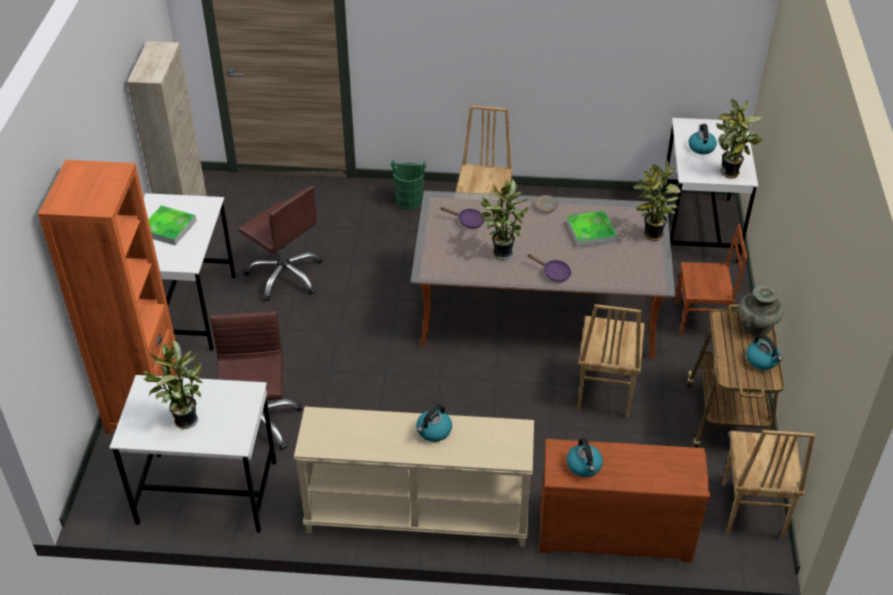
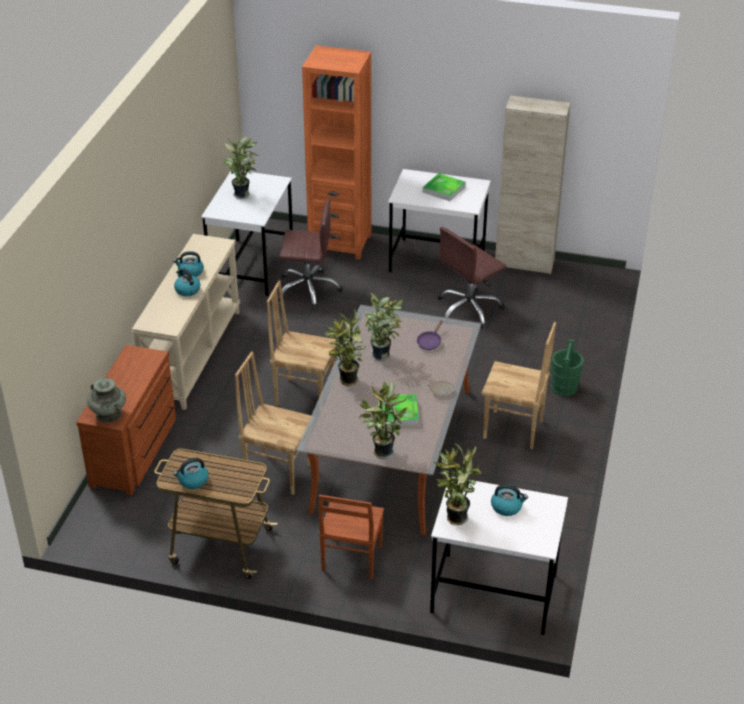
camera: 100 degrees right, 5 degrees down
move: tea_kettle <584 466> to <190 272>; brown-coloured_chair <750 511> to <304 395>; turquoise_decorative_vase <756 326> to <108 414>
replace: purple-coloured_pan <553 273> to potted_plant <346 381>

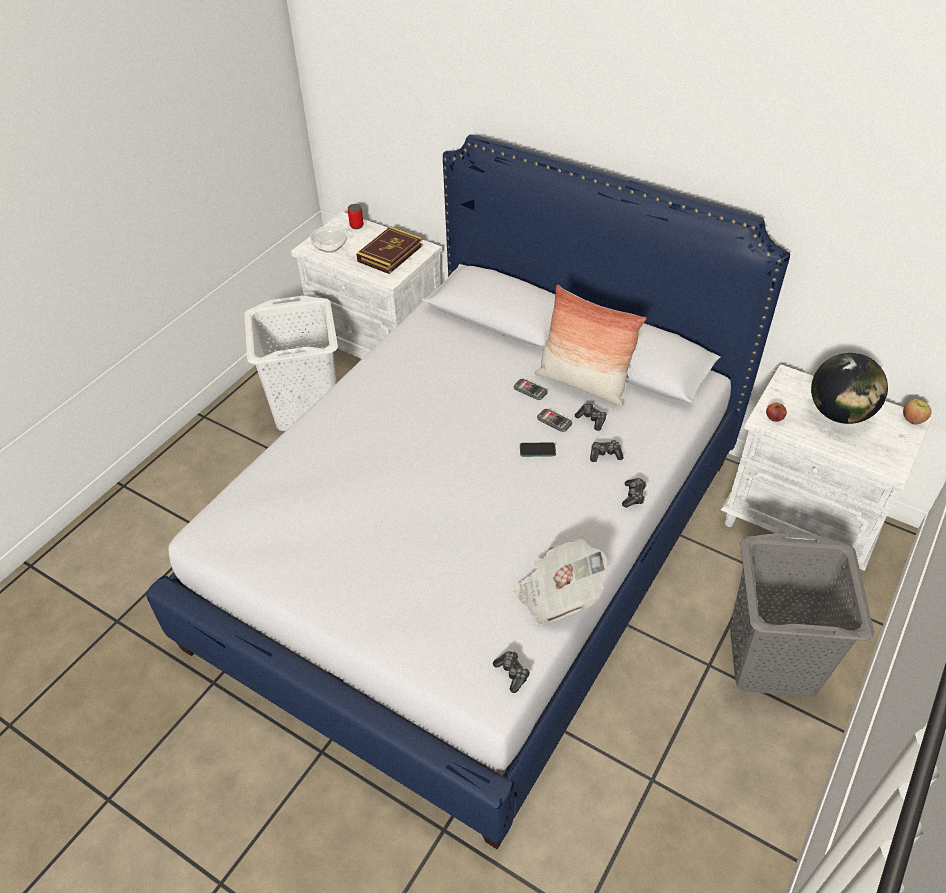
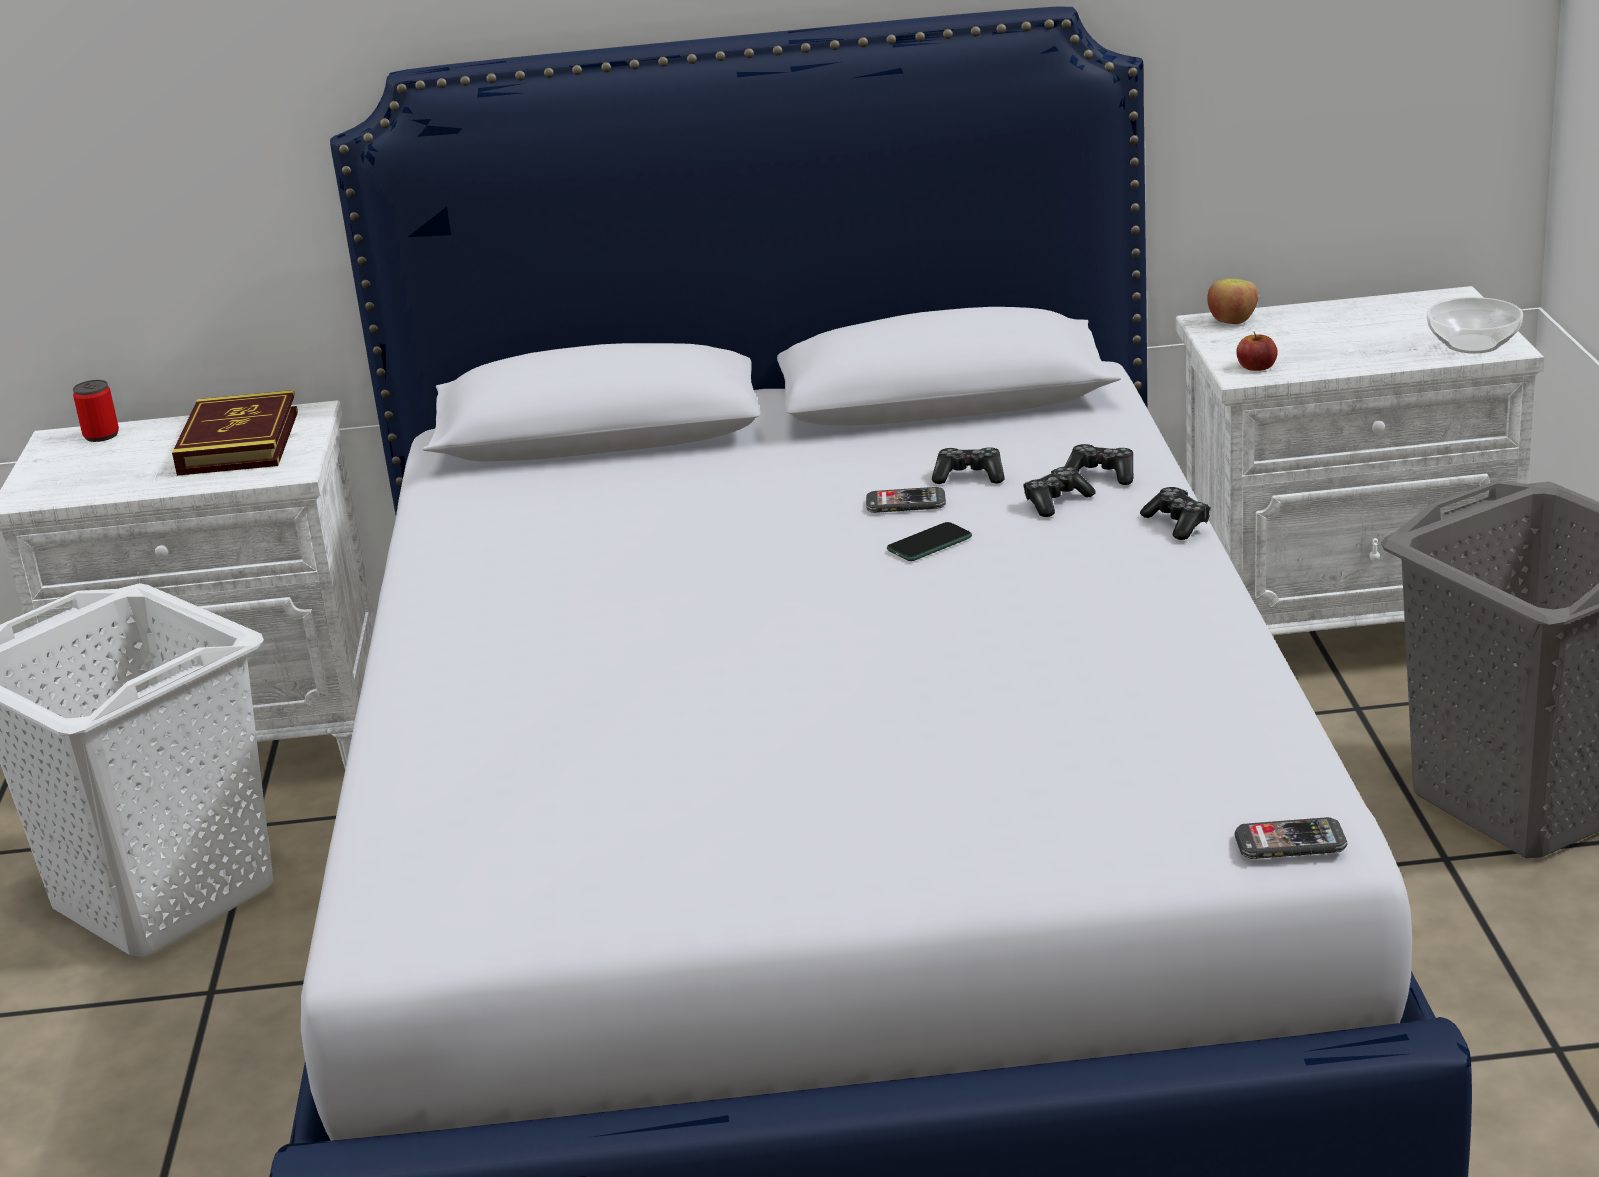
camera: 35 degrees left, 20 degrees down
delete: daily_paper <558 594>; pillow <583 383>; world_globe <839 413>
move: bowl <329 247> to <1472 345>; game_controller <512 673> to <1101 475>; telephone <530 390> to <1290 842>; apple <913 419> to <1232 321>

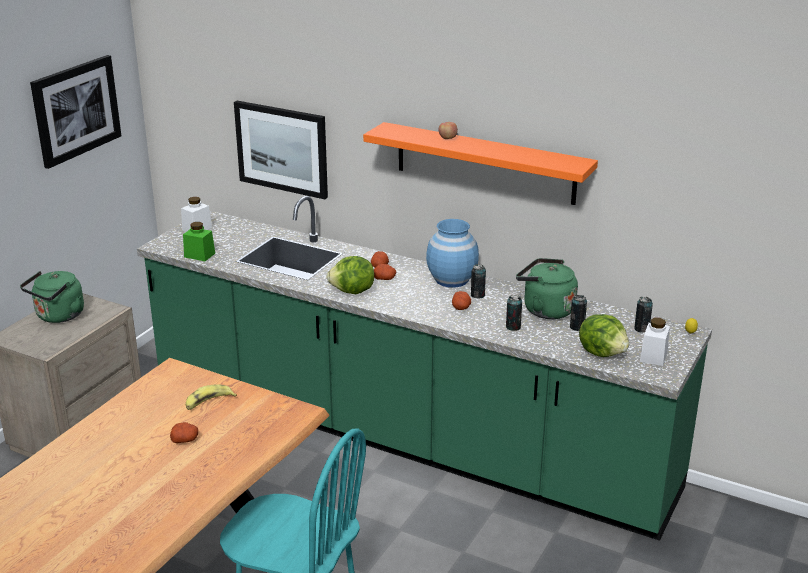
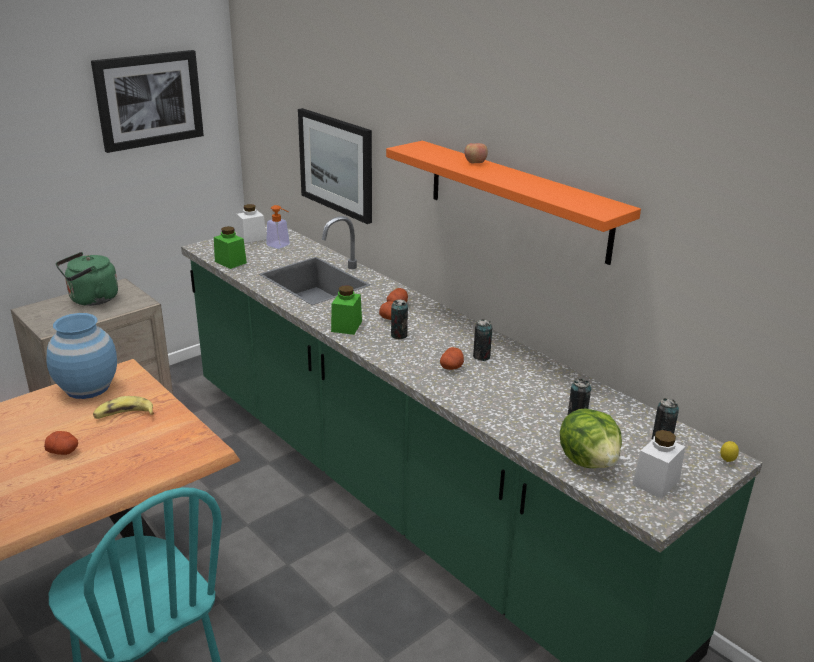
camera: 20 degrees right, 0 degrees up
delete: green_tea_kettle <545 310>
insert: soap_bottle <281 246>
move: blue_decorative_vase <451 279> to <87 387>; metal_can <513 327> to <399 335>
replace: lettuce <352 292> to green_preserve_jar <346 326>

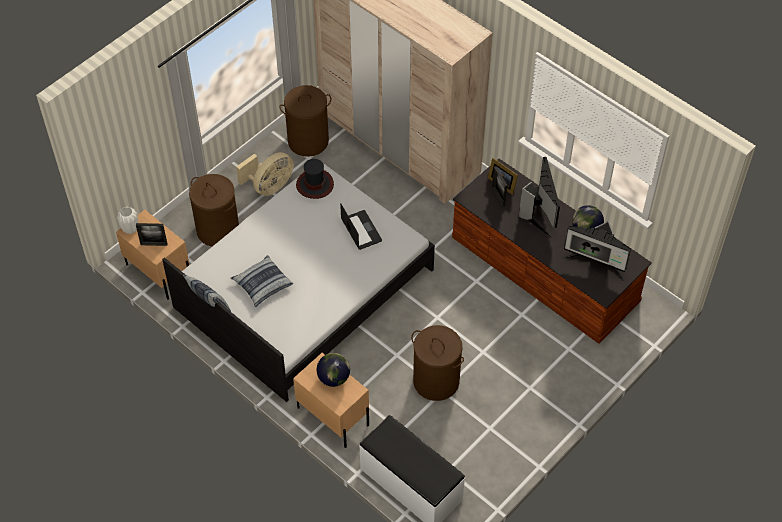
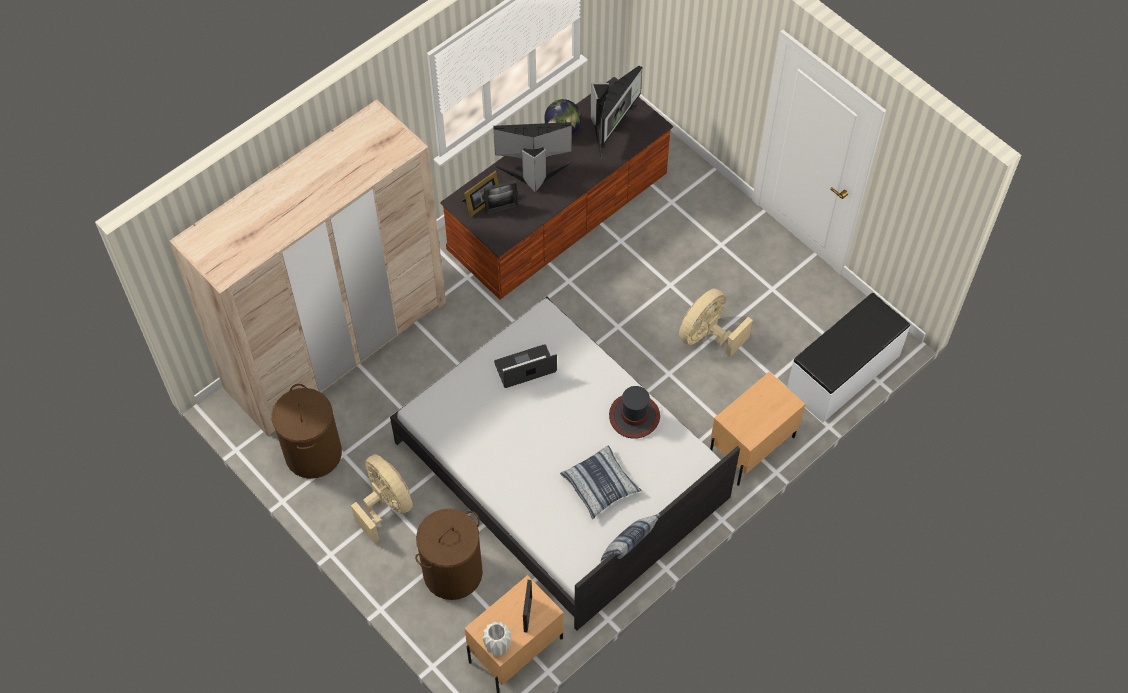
camera: 85 degrees left, 5 degrees up
delete: world_globe <334 378>
move: hat <314 184> to <634 416>
replace: brown-coloured_washing_basket <436 381> to beige_electric_fan <708 336>

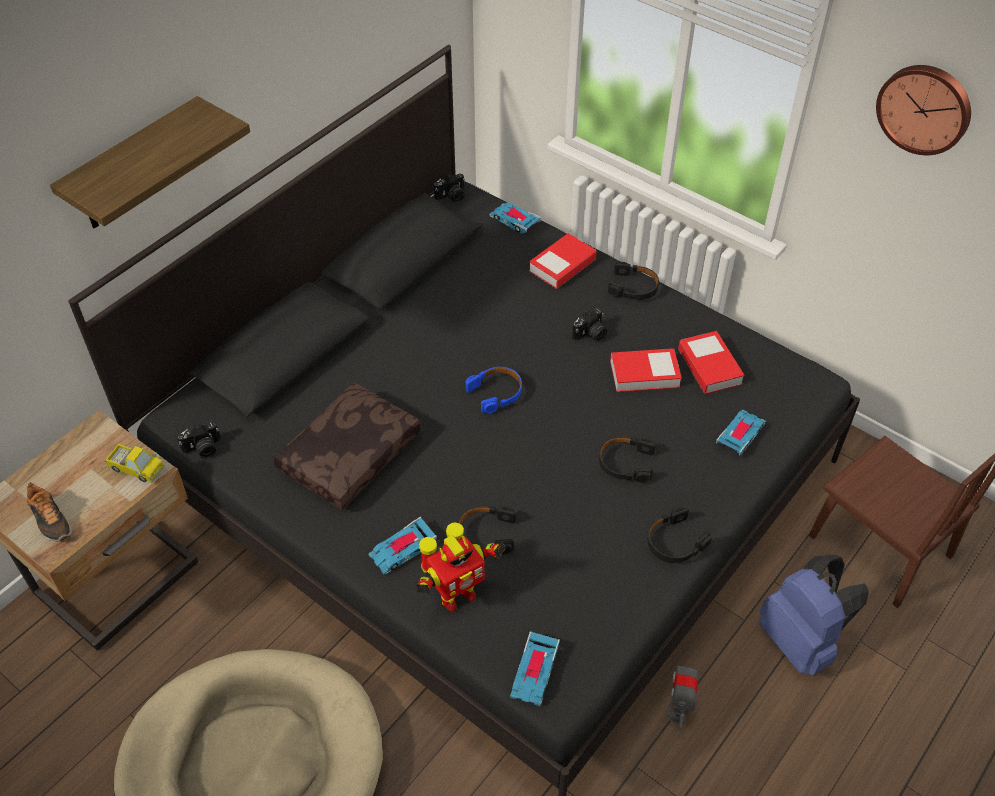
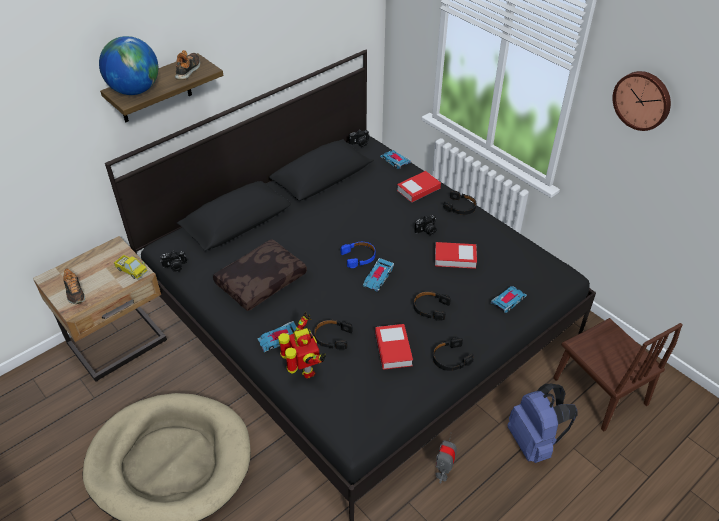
camera: 10 degrees right, 5 degrees down
insert: world_globe <135 91>; item_of_footwear <188 70>
move: model_car <534 672> to <378 277>; book <709 366> to <393 349>
rotate: model_robot <455 596> = <304 370> 90 degrees counterclockwise

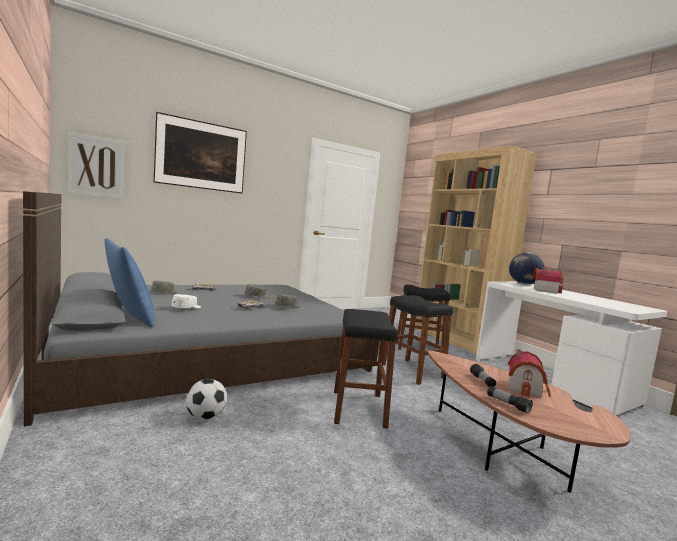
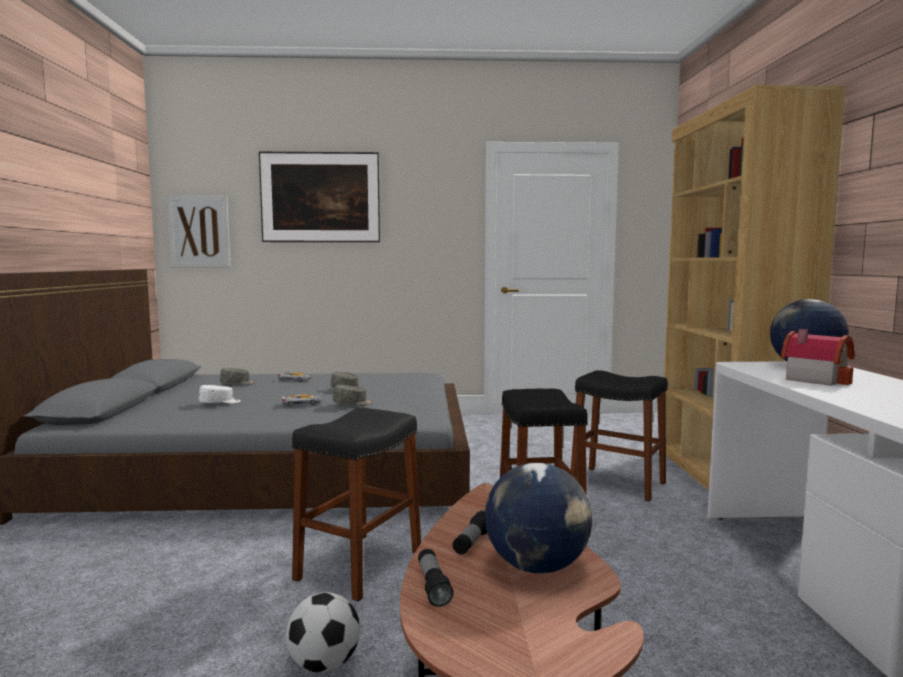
camera: 30 degrees right, 0 degrees up
delete: blue_pillow <128 317>
move: ball_for_football <205 417> to <324 665>
replace: miniature_house <526 388> to world_globe <538 567>

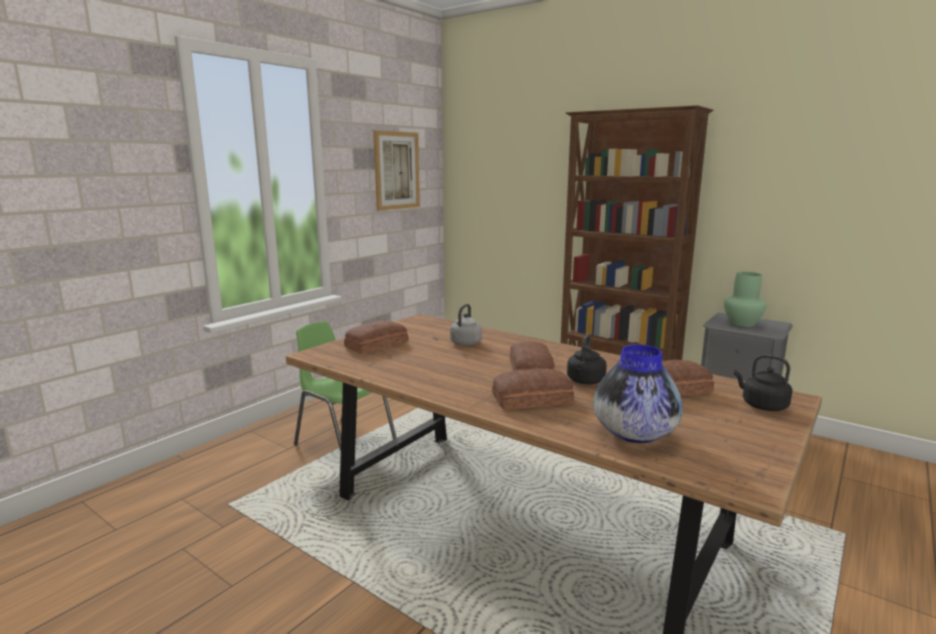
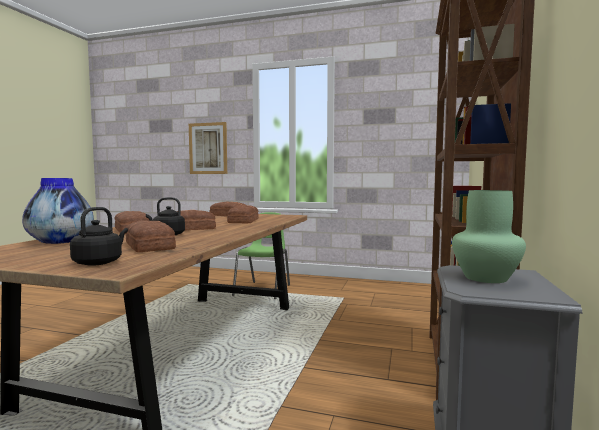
camera: 70 degrees right, 10 degrees down
move: wall_art <397 170> to <208 148>
replace: grey_tea_kettle <465 343> to bread <242 221>

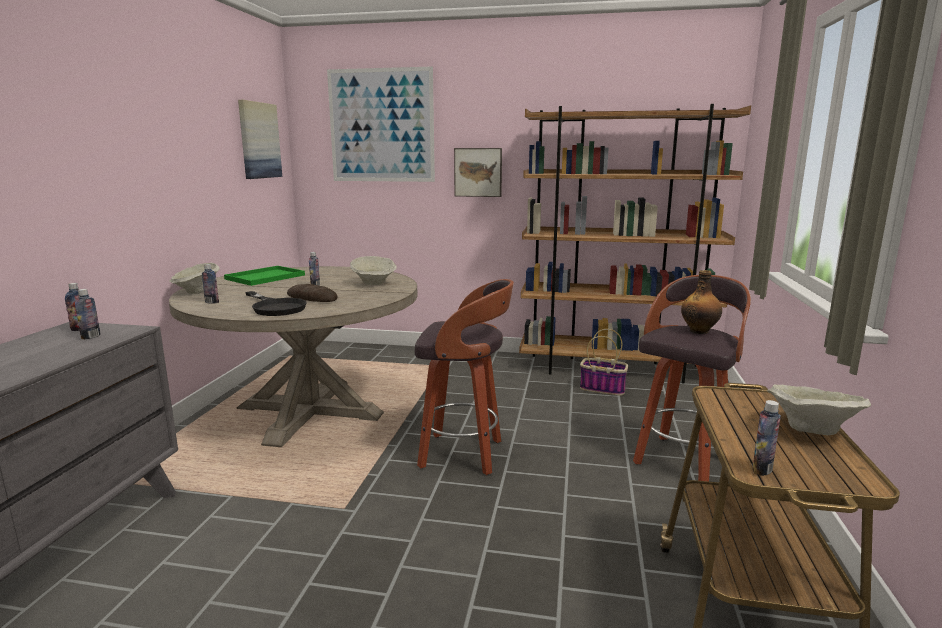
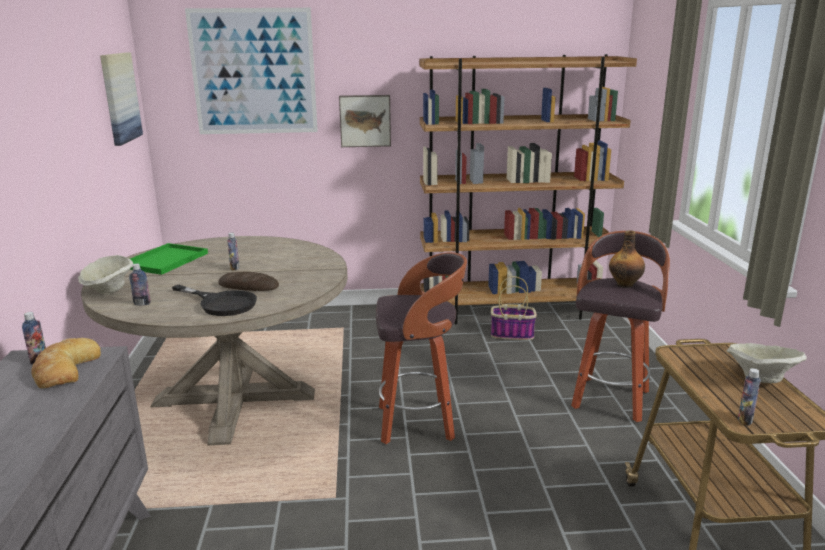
camera: 15 degrees left, 5 degrees up
delete: beige_bowl <374 283>
replace: beverage_bottle <91 337> to bread <64 369>

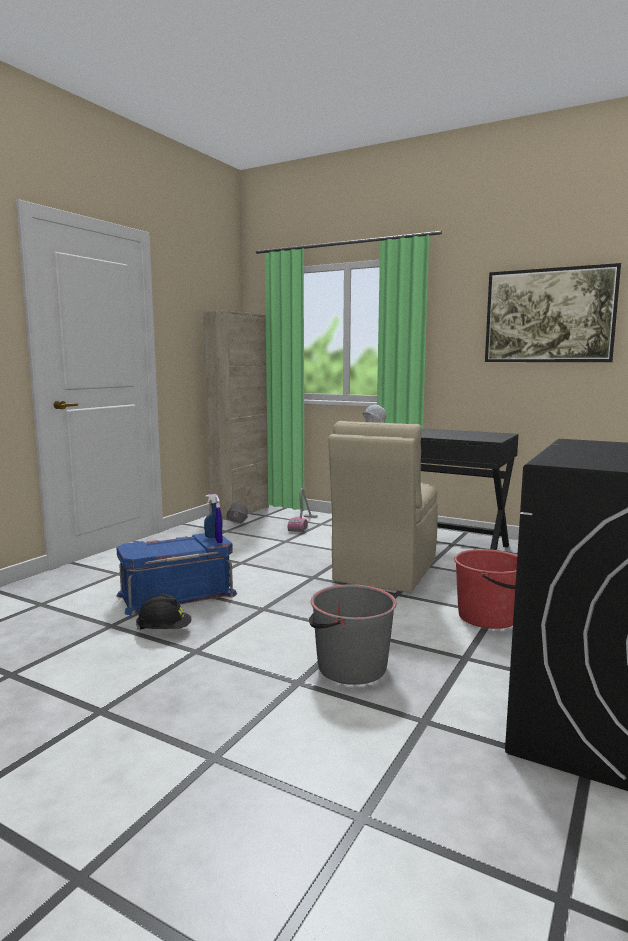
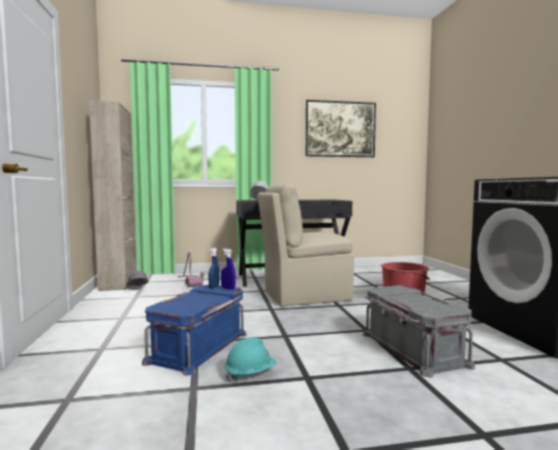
camera: 40 degrees left, 5 degrees down
replace: grey_water_bucket <350 667> to grey_storage_bin <411 349>
recolor: black-coloured_safety_helmet <164 630> to turquoise_safety_helmet <250 374>
rotate: beige_chair <384 572> = <304 296> 90 degrees clockwise

